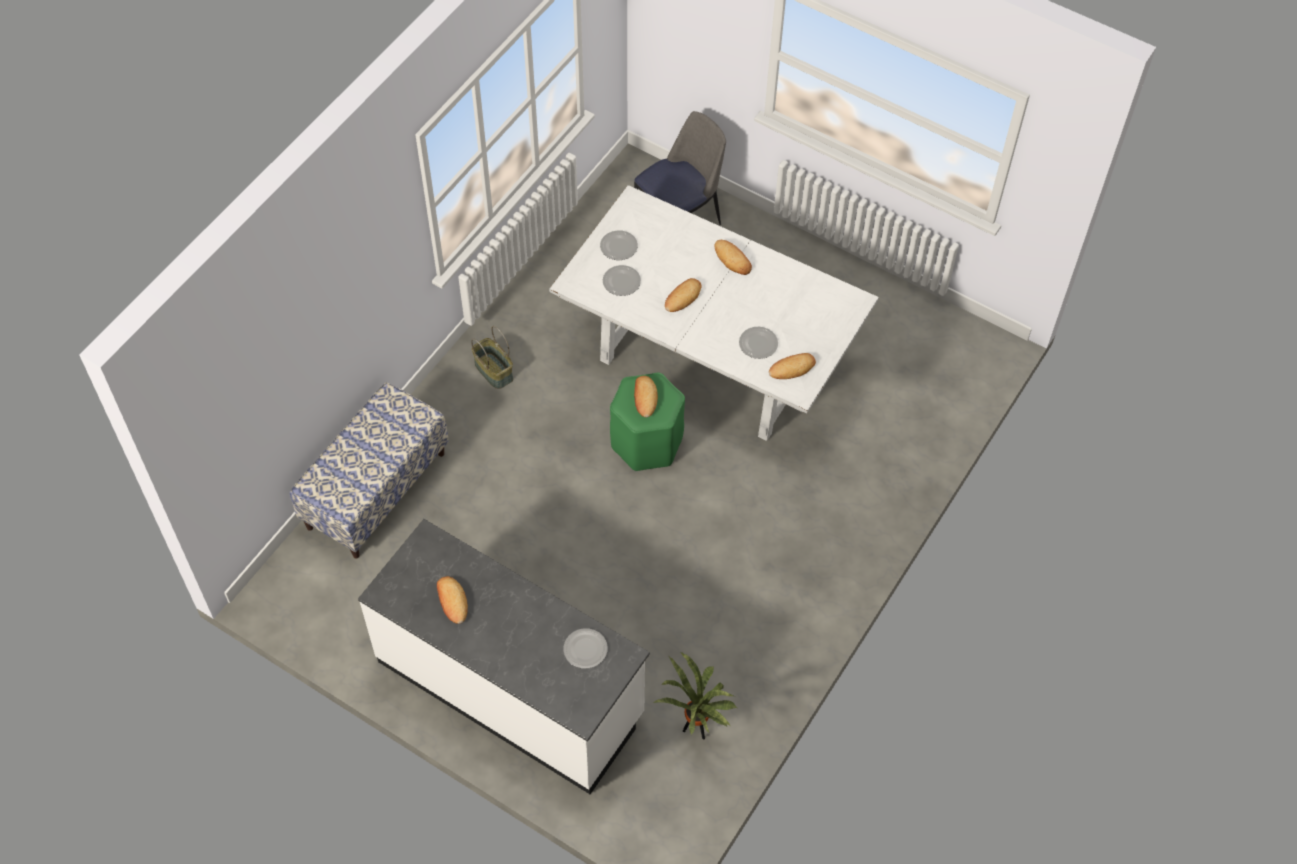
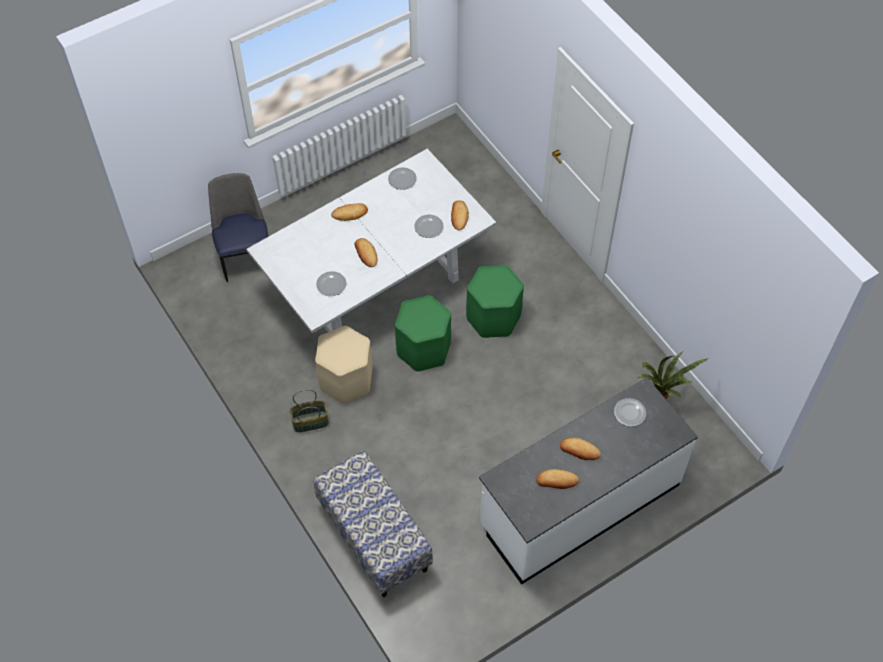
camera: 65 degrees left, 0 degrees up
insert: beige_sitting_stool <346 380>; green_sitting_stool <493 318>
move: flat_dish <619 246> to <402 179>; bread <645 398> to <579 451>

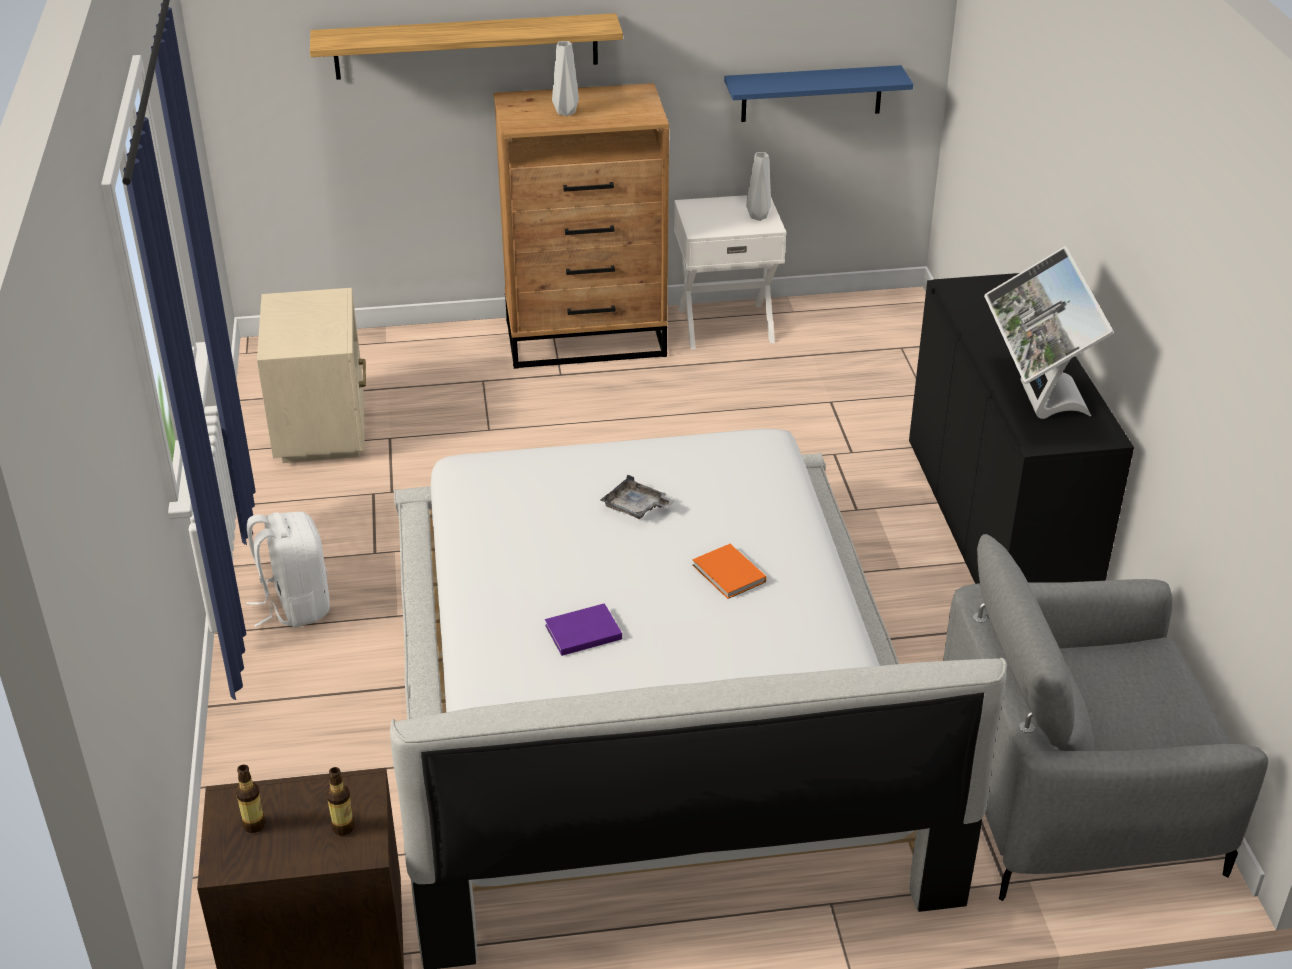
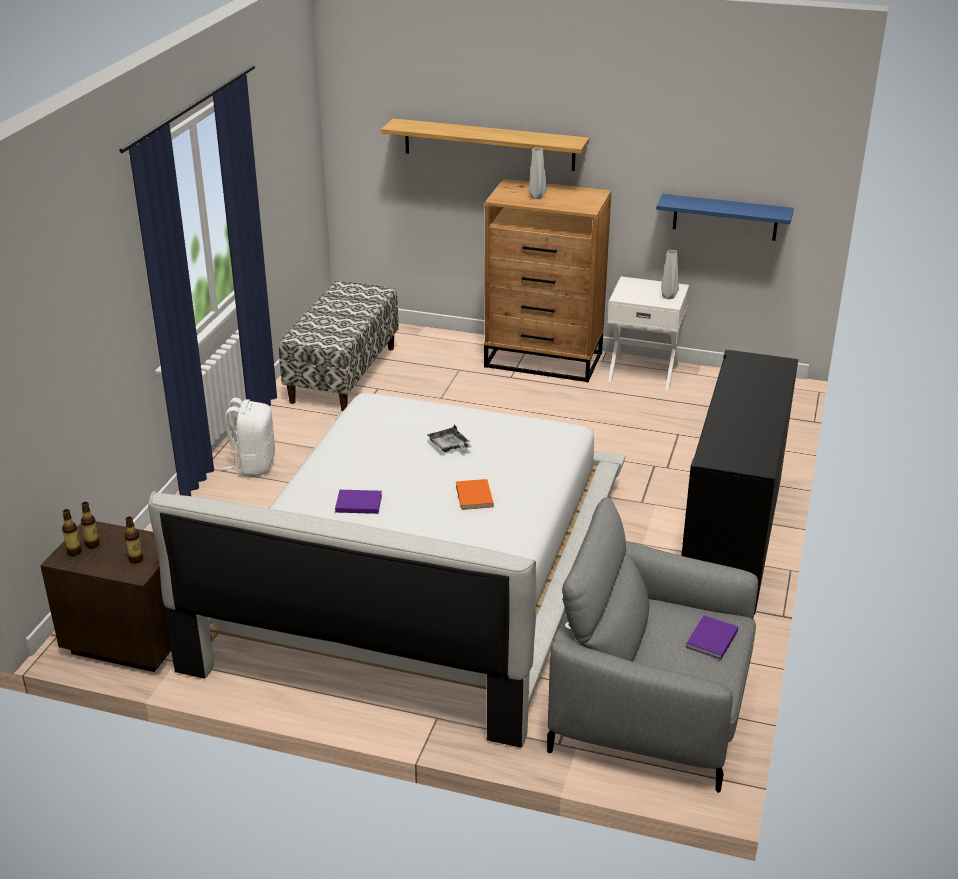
camera: 25 degrees right, 5 degrees down
delete: computer_screen <1035 401>
insert: beverage_bottle <74 552>; purple-coloured_book <710 640>
replace: beige_nightstand <323 429> to long_seat <343 374>

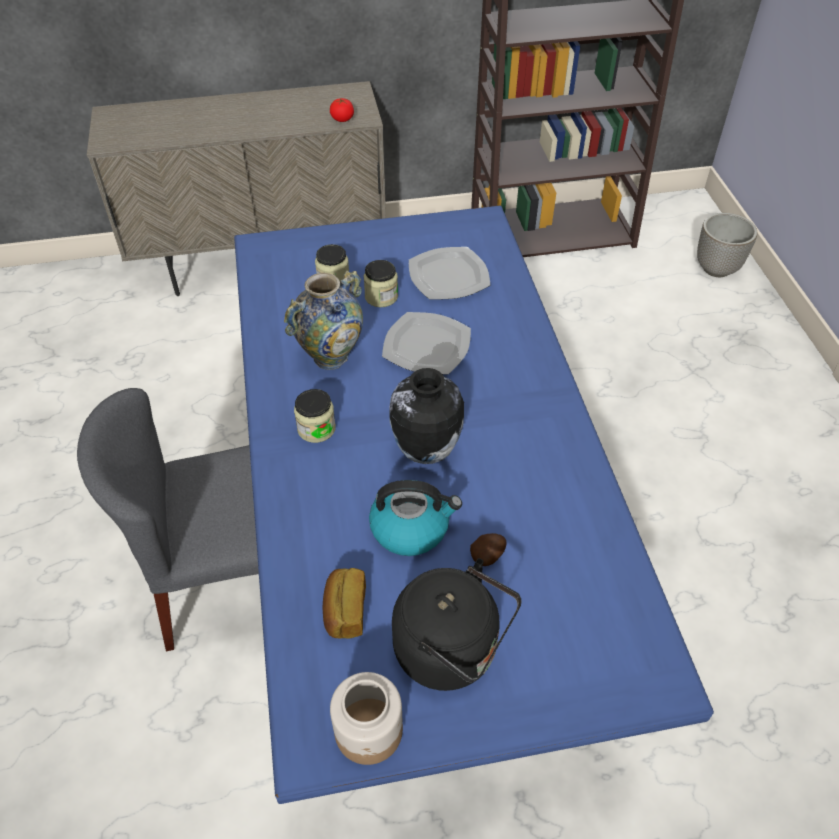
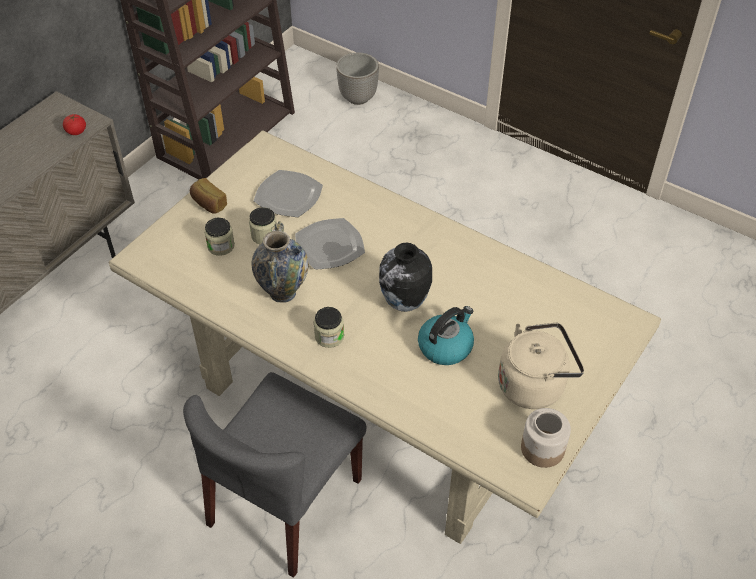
camera: 45 degrees left, 0 degrees up
delete: potato <488 555>
move: bread <344 611> to <208 204>
recolor: blue_kitchen_table <422 557> to beige_kitchen_table <380 397>; black-coloured_tea_kettle <452 651> to beige_tea_kettle <534 384>

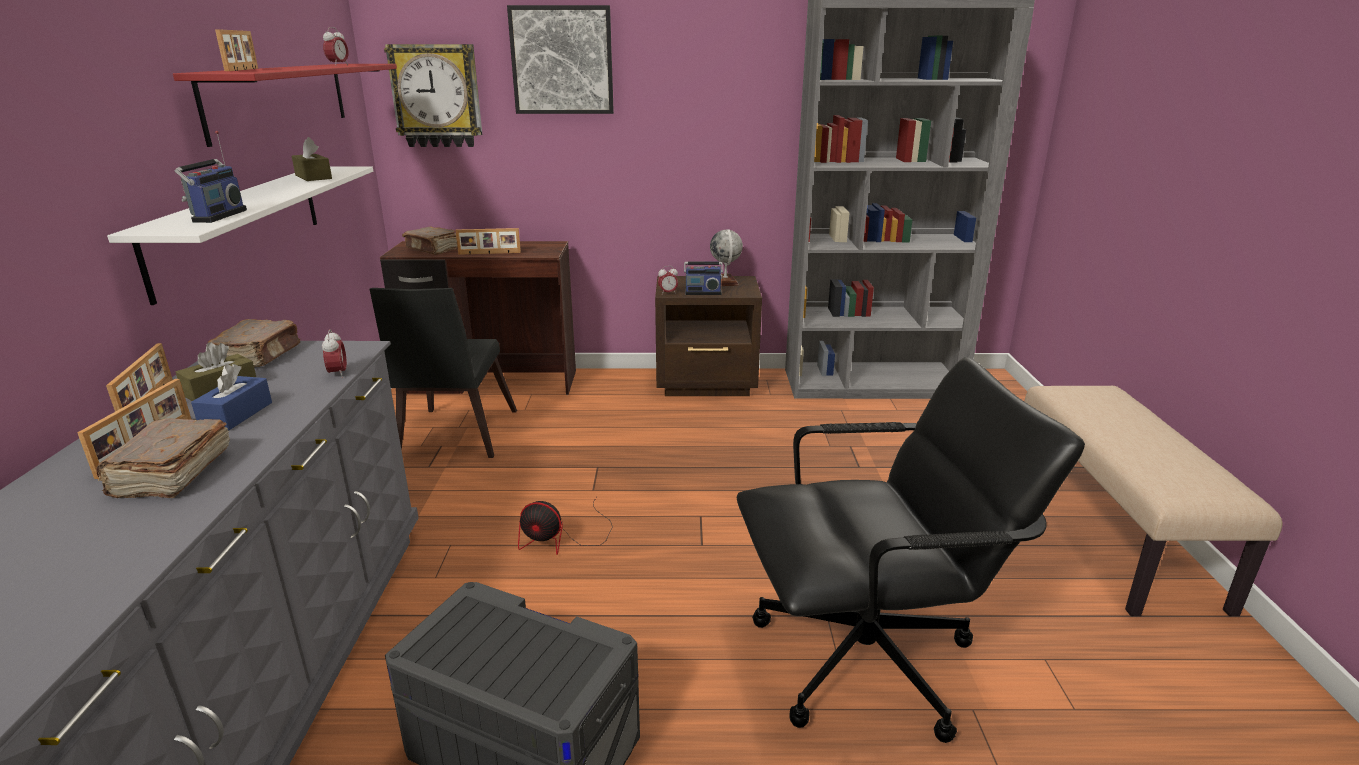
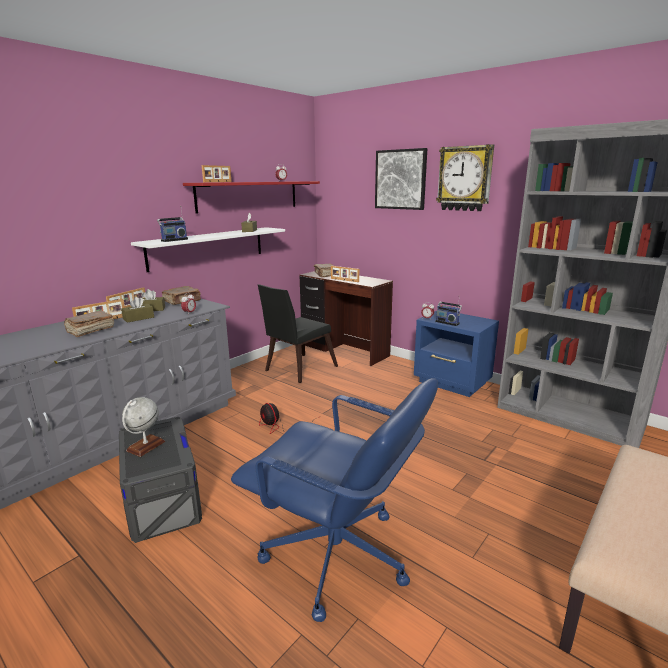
camera: 40 degrees right, 5 degrees down
move: hanging_clock <437 96> to <465 178>; world_globe <725 281> to <146 446>
recolor: blue_box_of_tissues <236 414> to brown-coloured_box_of_tissues <138 318>; brown-coloured_nightstand <707 384> to blue_nightstand <452 383>; black-coloured_desk_chair <867 661> to blue_desk_chair <337 557>

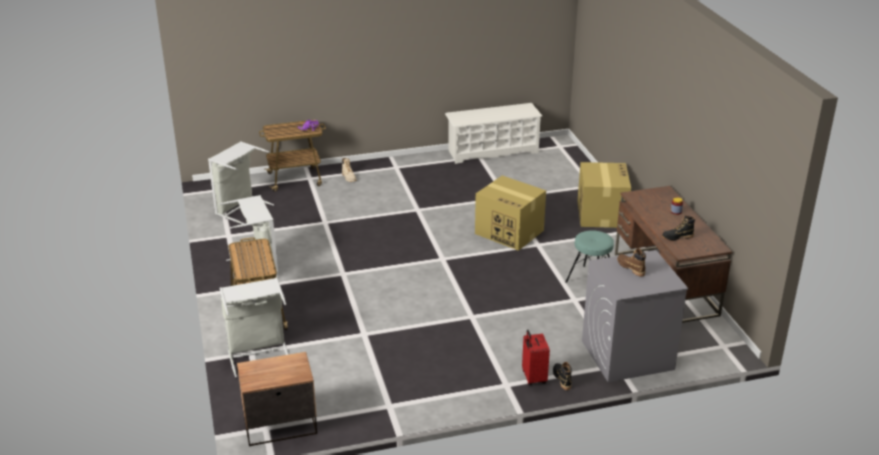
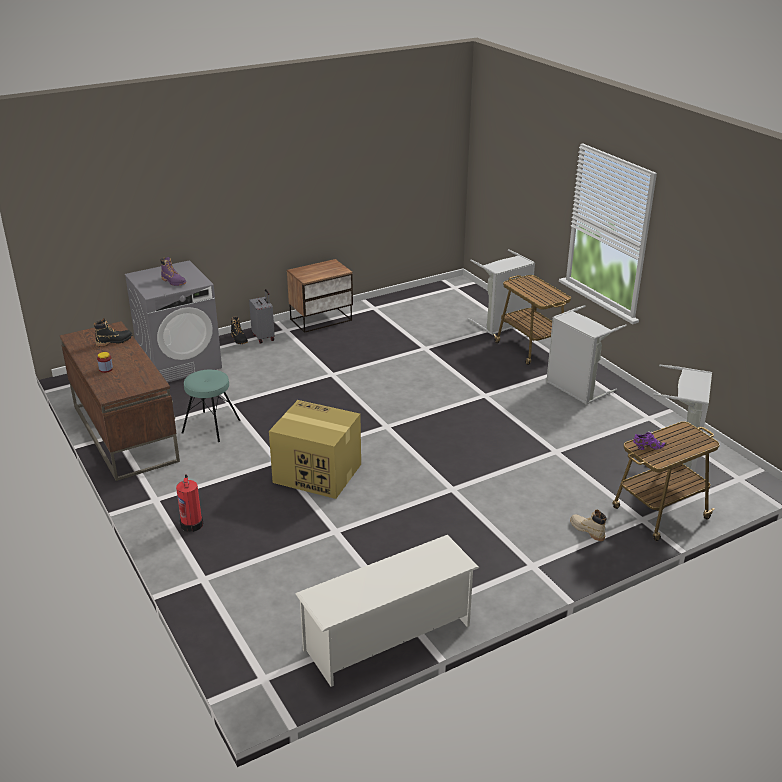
camera: 165 degrees right, 0 degrees up
move: nightstand <279 425> to <322 320>
replace: carton <601 213> to extinguisher <192 524>
recolor: reddish_travel_case <533 378> to grey_travel_case <264 337>; brown-coloured_boot <631 268> to purple-coloured_boot <174 282>

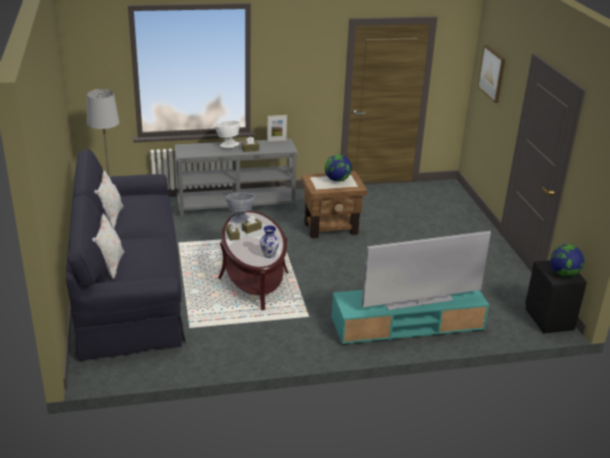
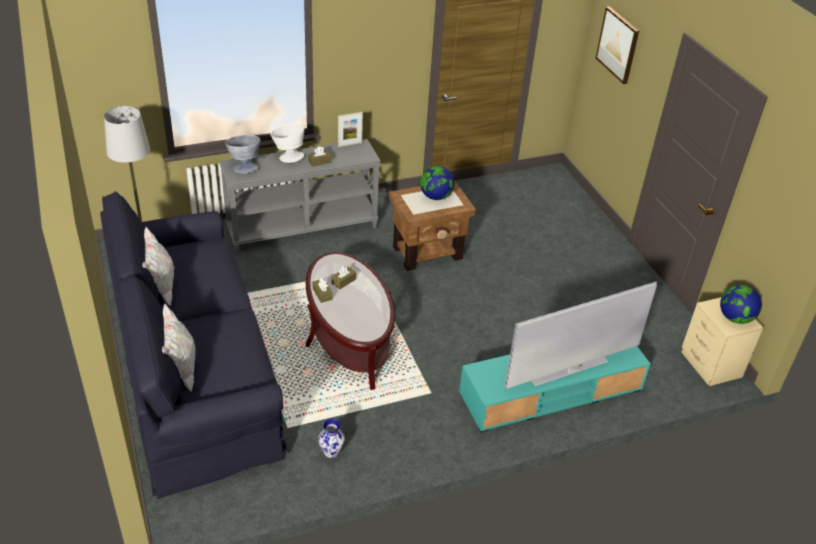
camera: 10 degrees left, 10 degrees up
move: grey_bowl <240 218> to <244 167>; decorative_vase <269 255> to <331 452>
recolor: black-coloured_nightstand <548 320> to beige_nightstand <710 365>

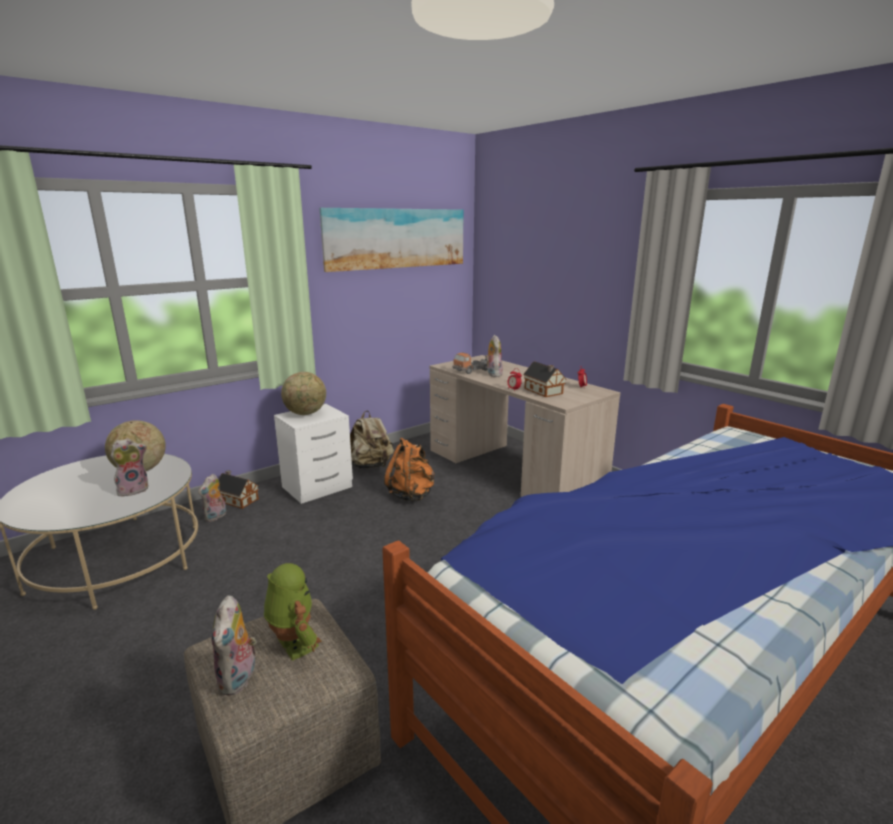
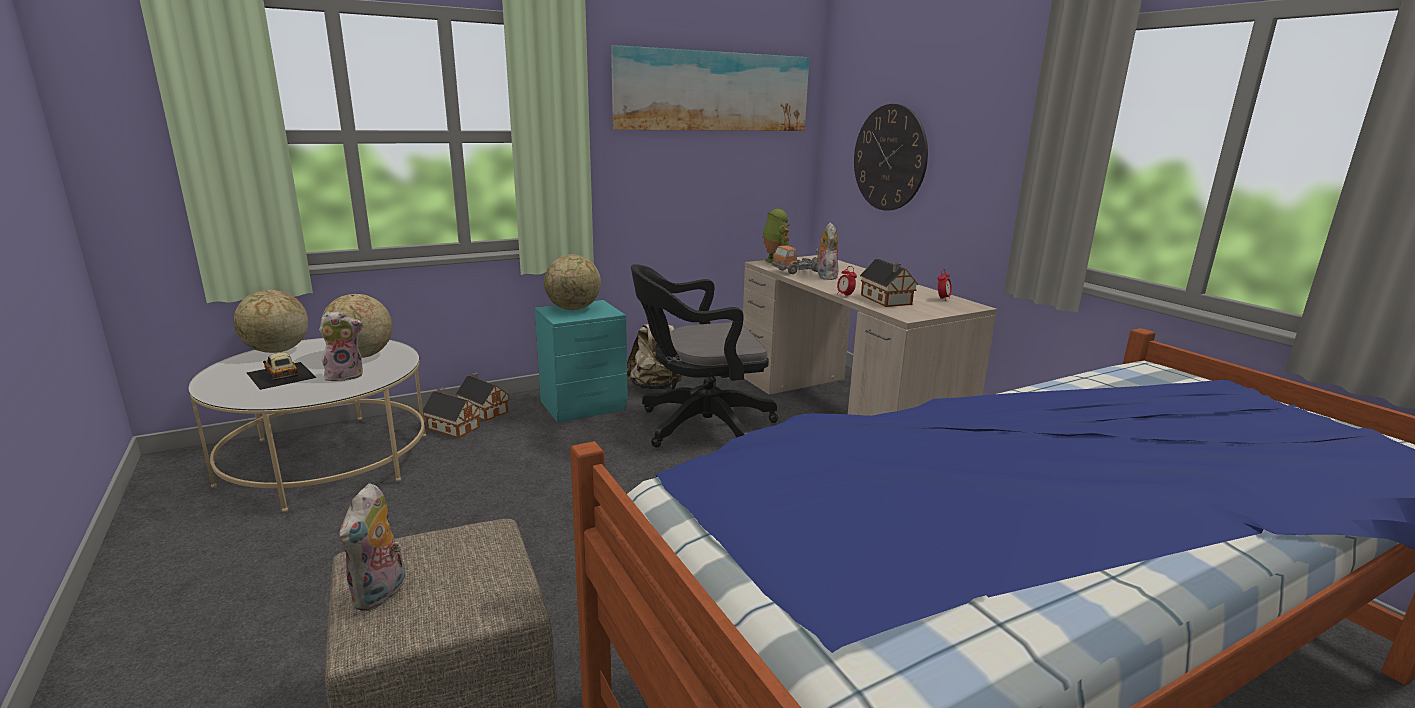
camera: 10 degrees right, 0 degrees up
insert: world_globe <277 351>; model_car <281 375>; hanging_clock <889 158>
move: model_robot <293 644> to <774 262>
replace: plush_toy <216 517> to miniature_house <452 427>; orange_knapsack <411 495> to black-coloured_desk_chair <699 426>
recolor: whitish_nightstand <319 487> to turquoise_nightstand <585 406>

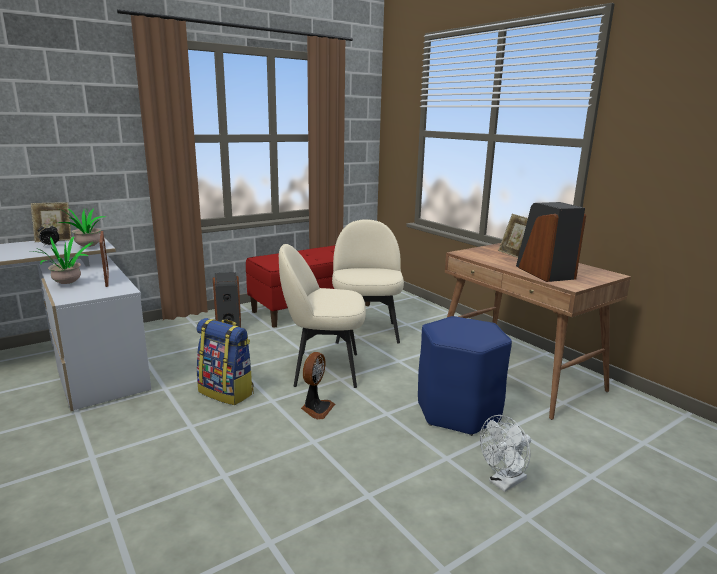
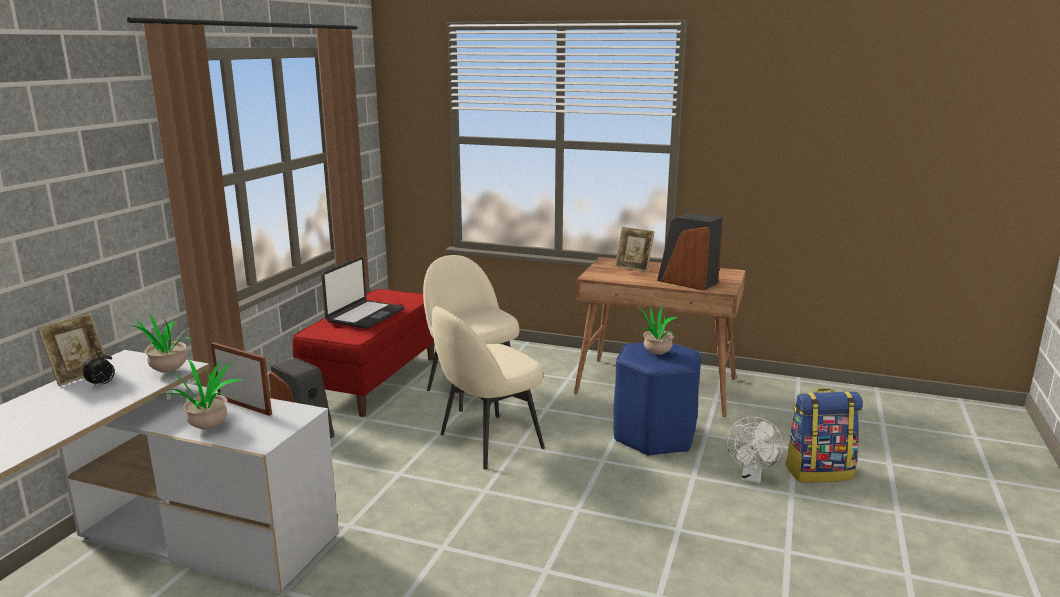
camera: 35 degrees left, 0 degrees up
delete: electric_fan <316 408>
insert: laptop <365 315>; potted_plant <655 354>
move: knapsack <227 392> to <819 472>

